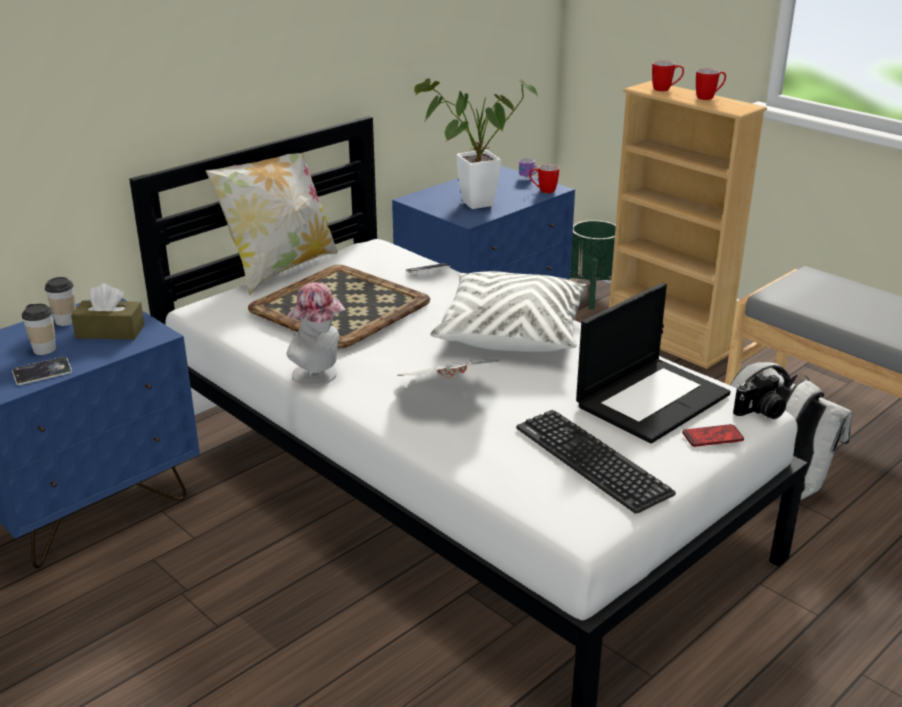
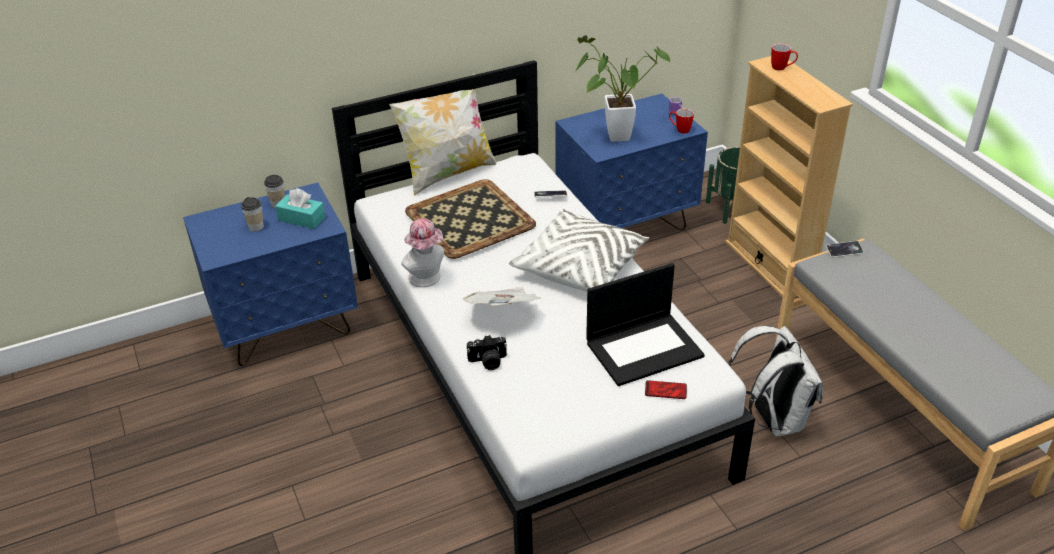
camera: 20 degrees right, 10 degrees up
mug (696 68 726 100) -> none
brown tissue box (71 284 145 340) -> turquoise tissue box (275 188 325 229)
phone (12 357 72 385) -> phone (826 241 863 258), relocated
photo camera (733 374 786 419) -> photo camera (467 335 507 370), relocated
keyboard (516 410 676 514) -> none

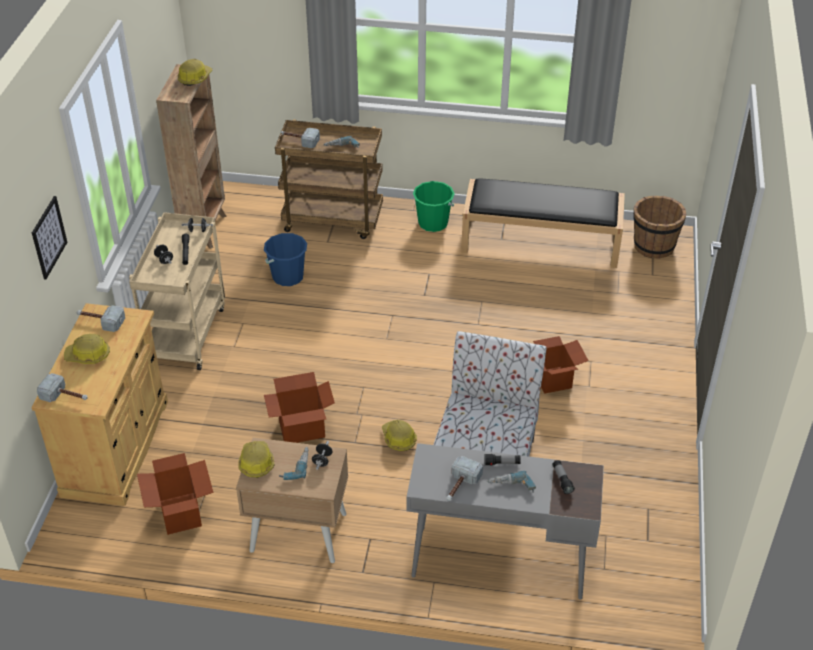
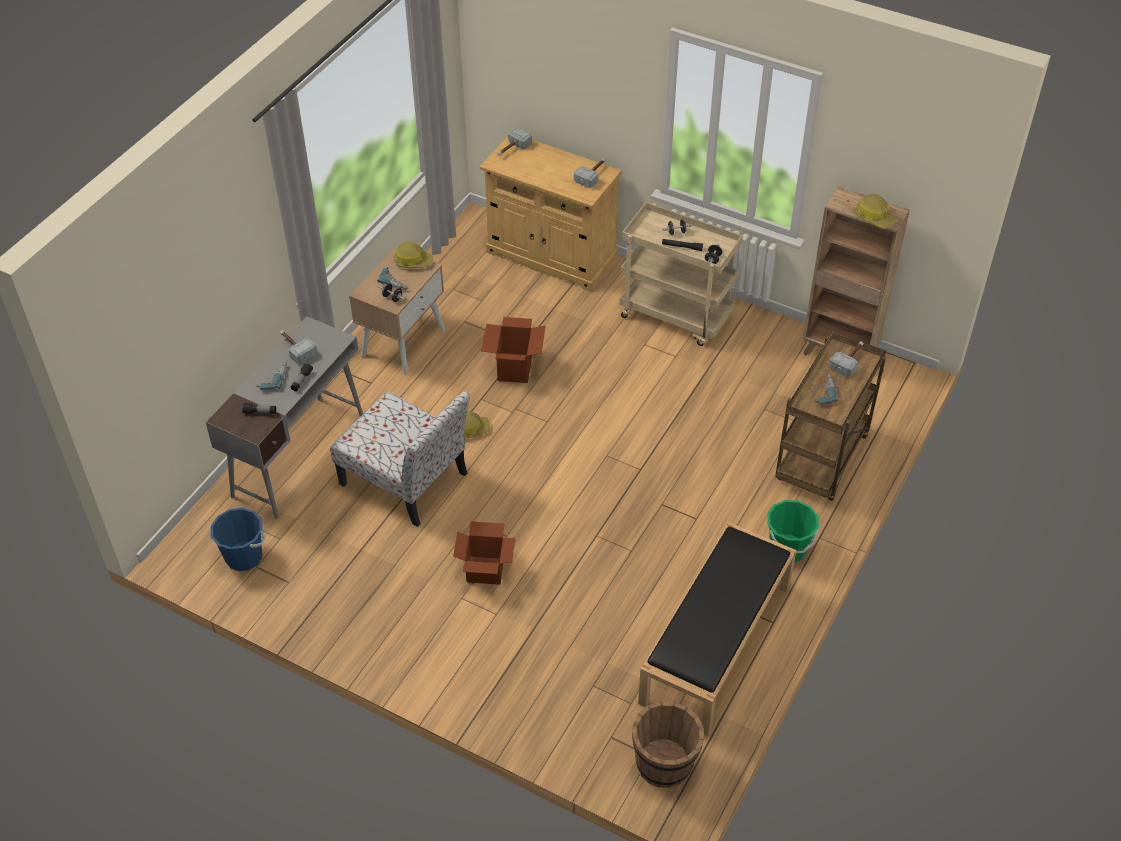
camera: 110 degrees right, 5 degrees up
picture (32 196 67 280) -> none
blue bucket (264 233 307 286) -> blue bucket (210 508 266 571), relocated
hard hat (64 334 110 364) -> none
cardboard box (137 453 214 535) -> none

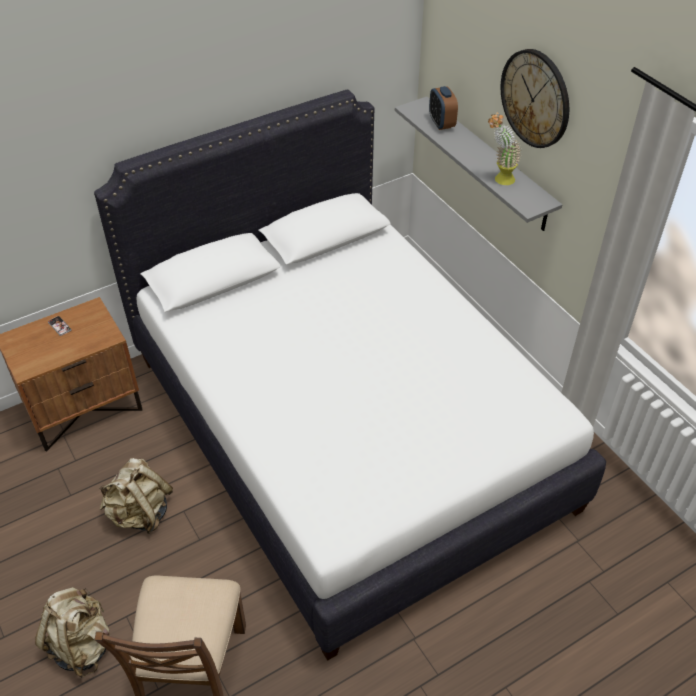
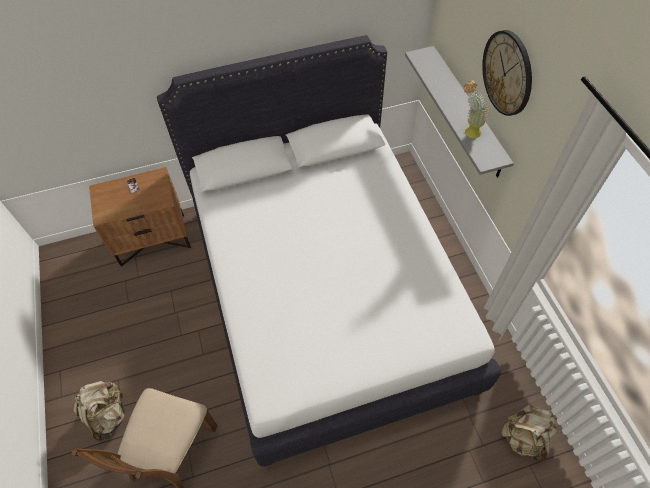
camera: 15 degrees right, 10 degrees up
alarm clock (429 86 458 130) -> none
beige backpack (99 458 173 534) -> beige backpack (501 405 557 462), relocated

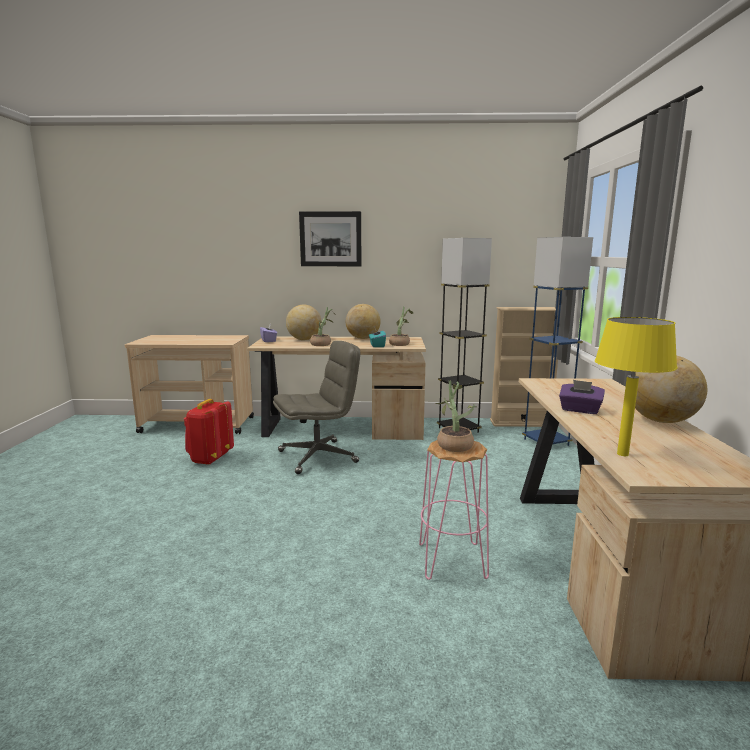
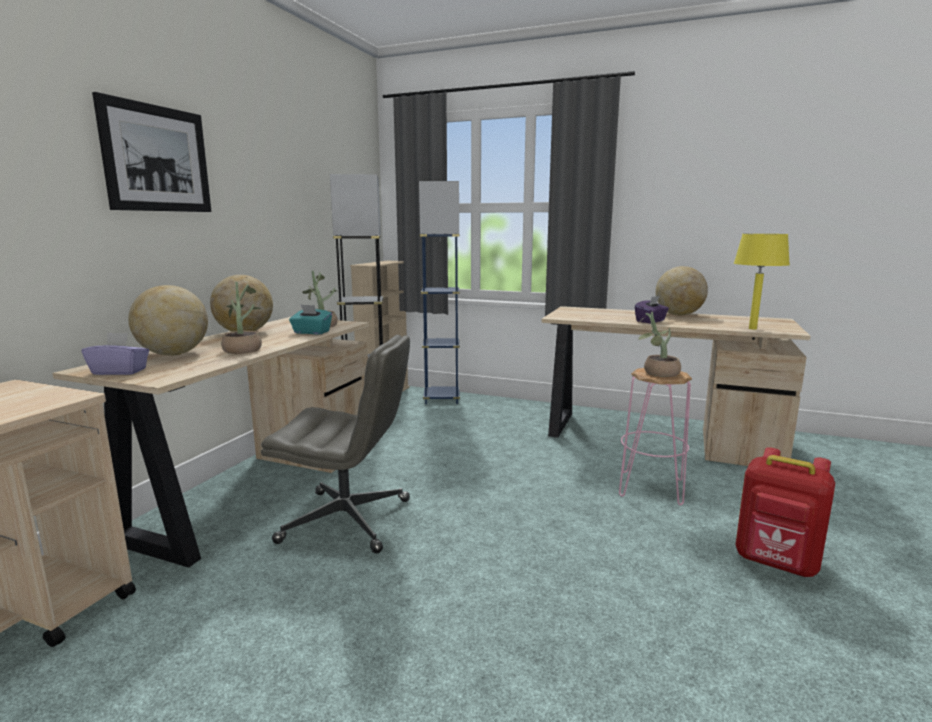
camera: 70 degrees left, 0 degrees up
grey office chair (273 341 360 474) -> grey office chair (261 335 410 553), 105 degrees clockwise
red backpack (184 399 234 465) -> red backpack (735 447 835 577), relocated

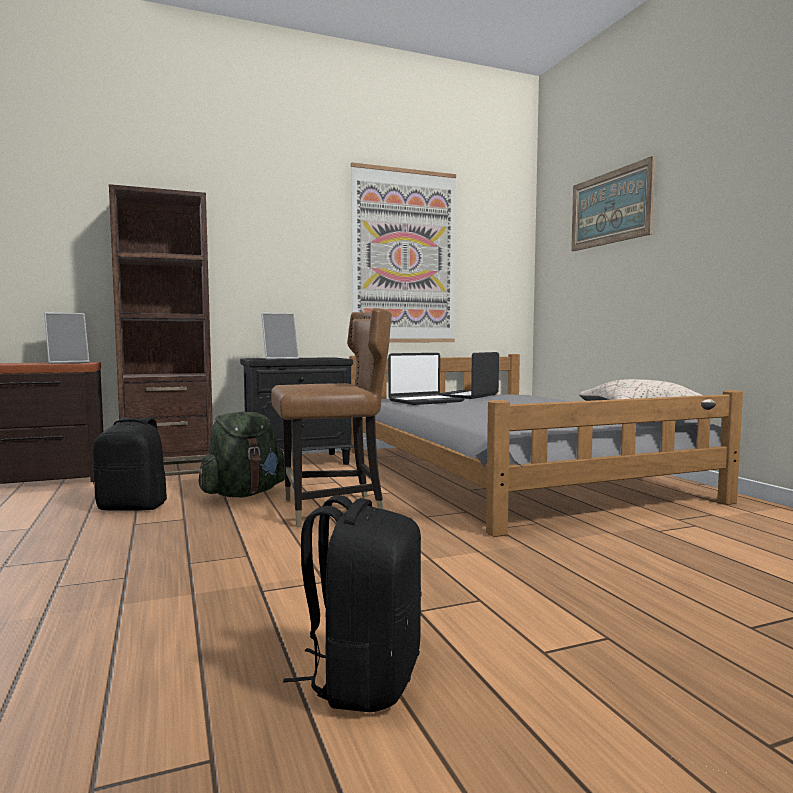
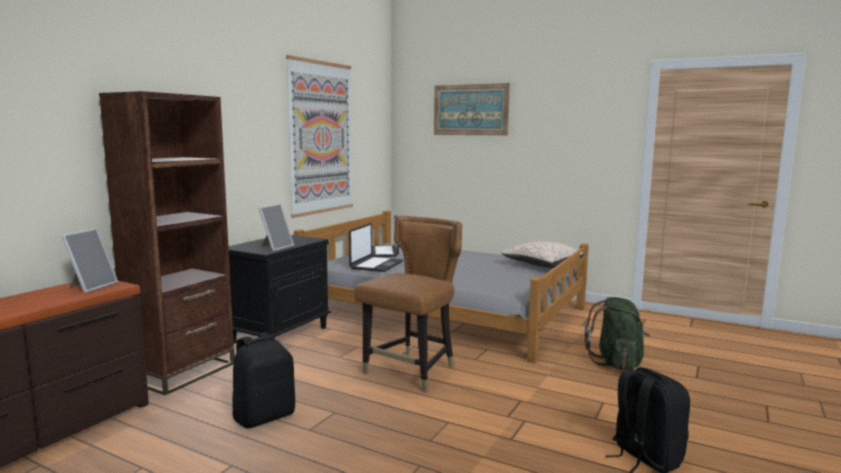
camera: 40 degrees left, 5 degrees up
green backpack (198 412 285 497) -> green backpack (585 297 650 370), relocated

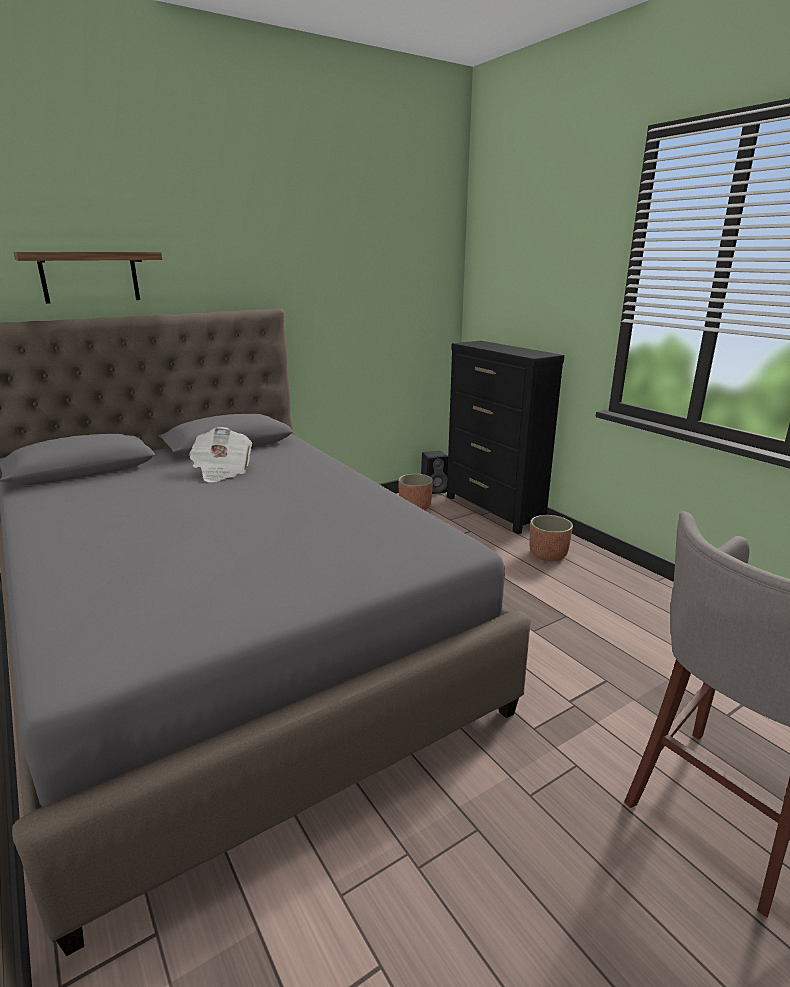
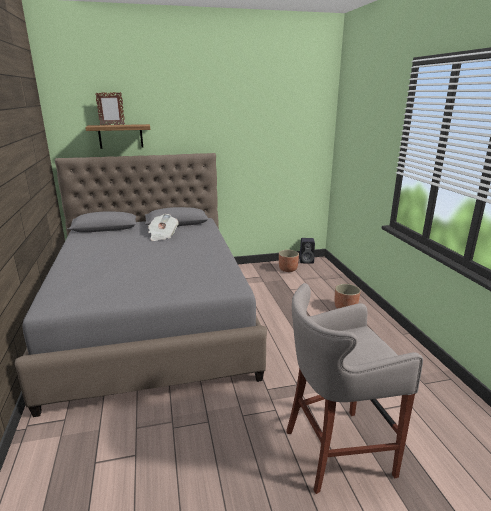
camera: 20 degrees right, 0 degrees up
black dresser (447 341 564 534) -> none
none -> picture frame (95 92 125 125)

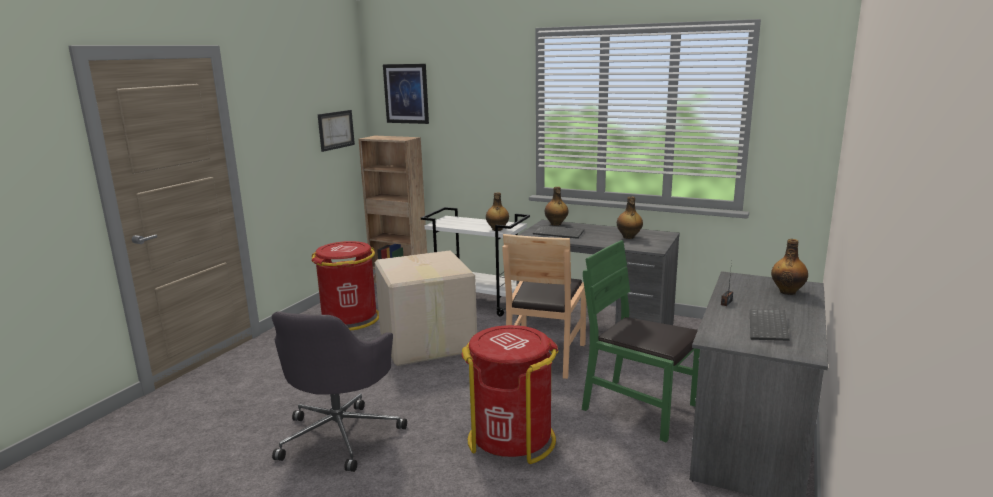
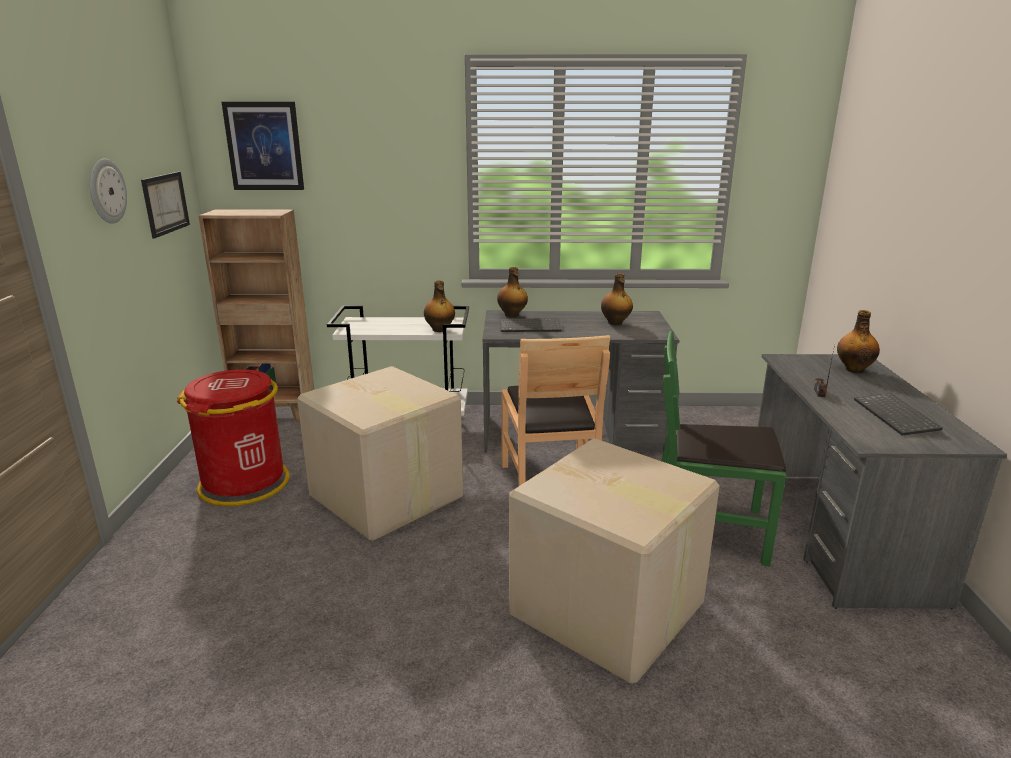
camera: 25 degrees left, 5 degrees up
grey office chair (272 311 407 472) -> none
red trash can (461 325 558 464) -> cardboard box (509 438 720 684)
none -> wall clock (90 159 127 224)

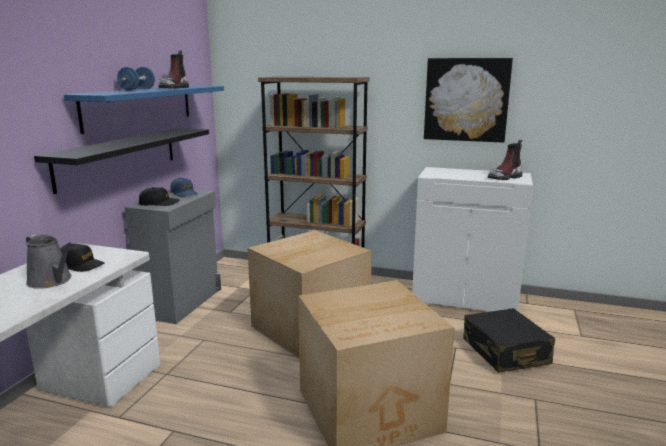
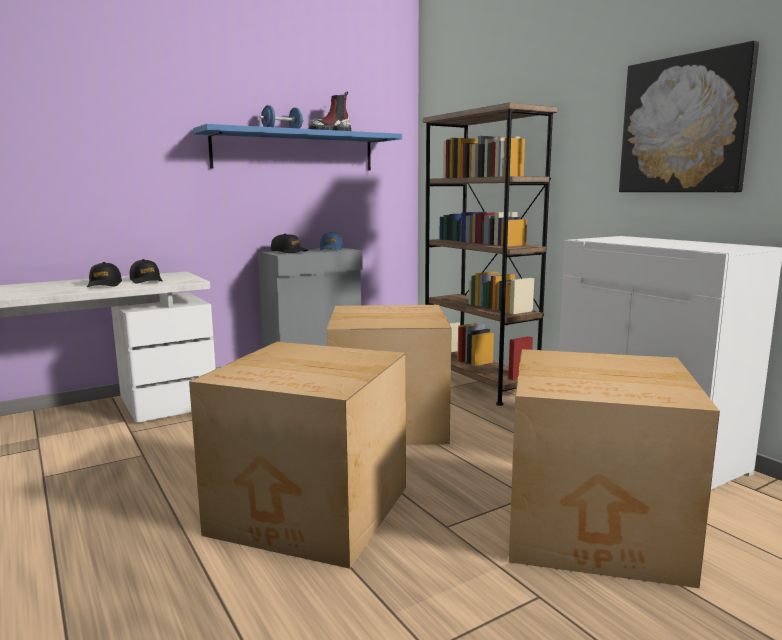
camera: 40 degrees right, 5 degrees down
black shelf (34 128 209 194) -> none
boot (488 140 522 180) -> none
grey watering can (26 234 71 289) -> black cap (87 262 122 287)
black suitcase (463 308 555 373) -> cardboard box (509 349 720 588)

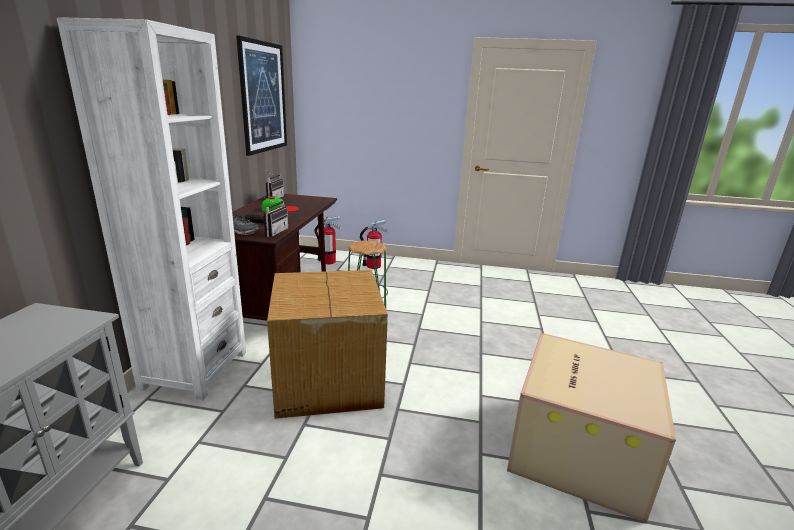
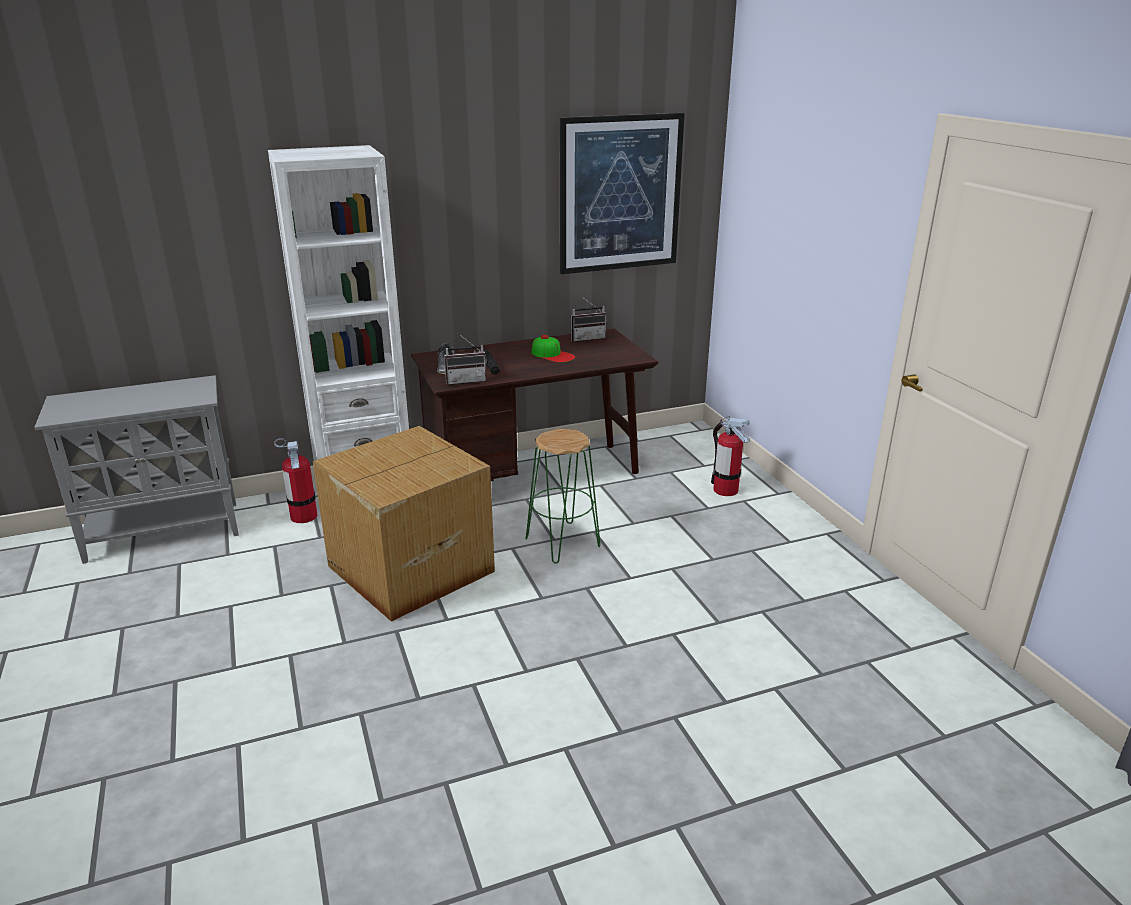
camera: 60 degrees right, 5 degrees up
fire extinguisher (315 216 341 264) -> fire extinguisher (274 438 318 523), relocated
cardboard box (507 333 676 523) -> none

